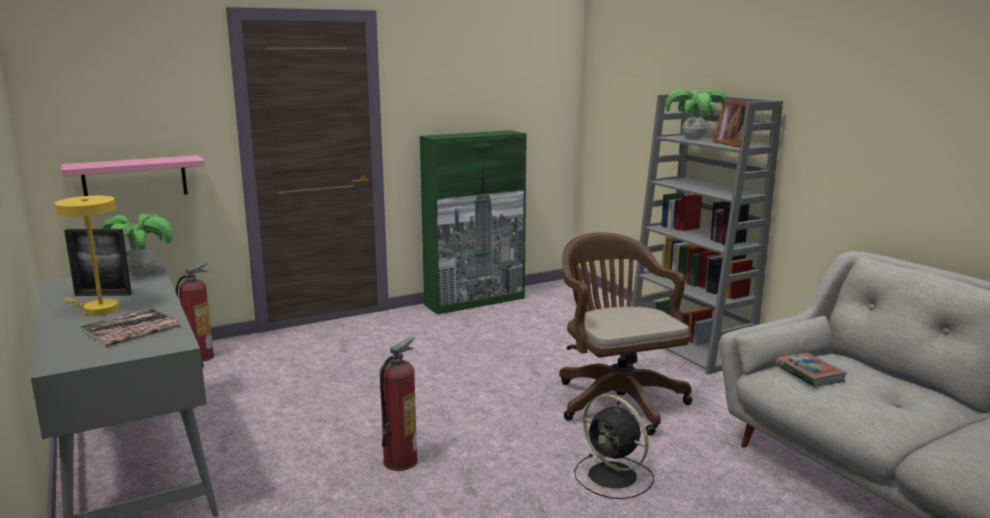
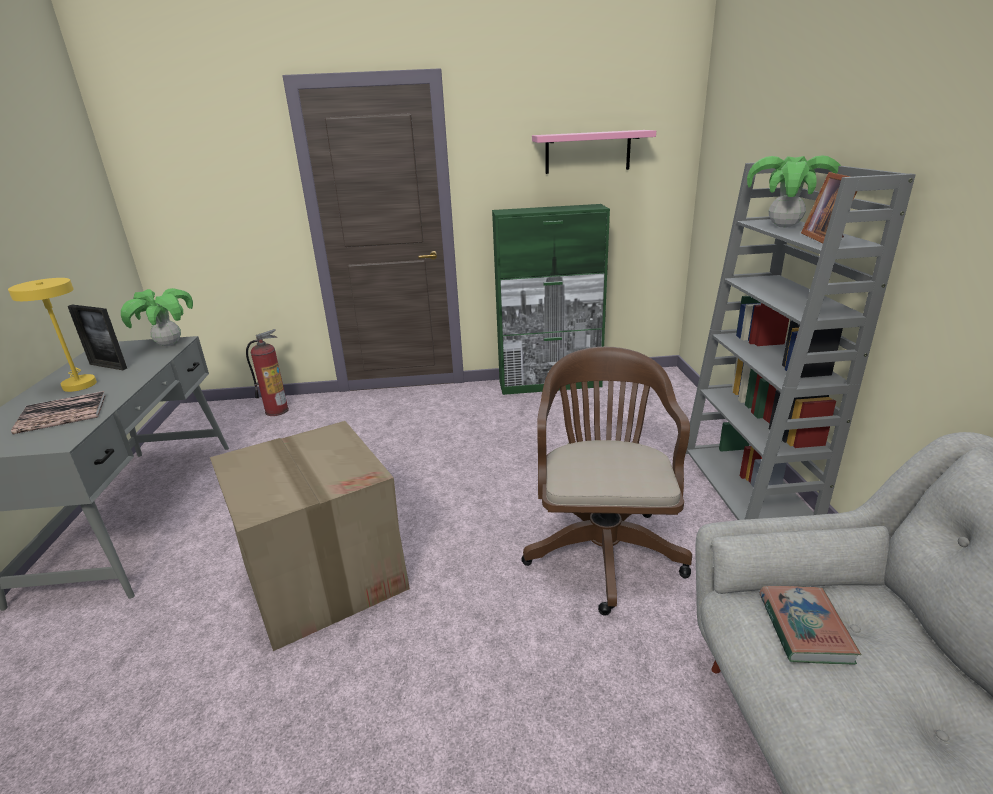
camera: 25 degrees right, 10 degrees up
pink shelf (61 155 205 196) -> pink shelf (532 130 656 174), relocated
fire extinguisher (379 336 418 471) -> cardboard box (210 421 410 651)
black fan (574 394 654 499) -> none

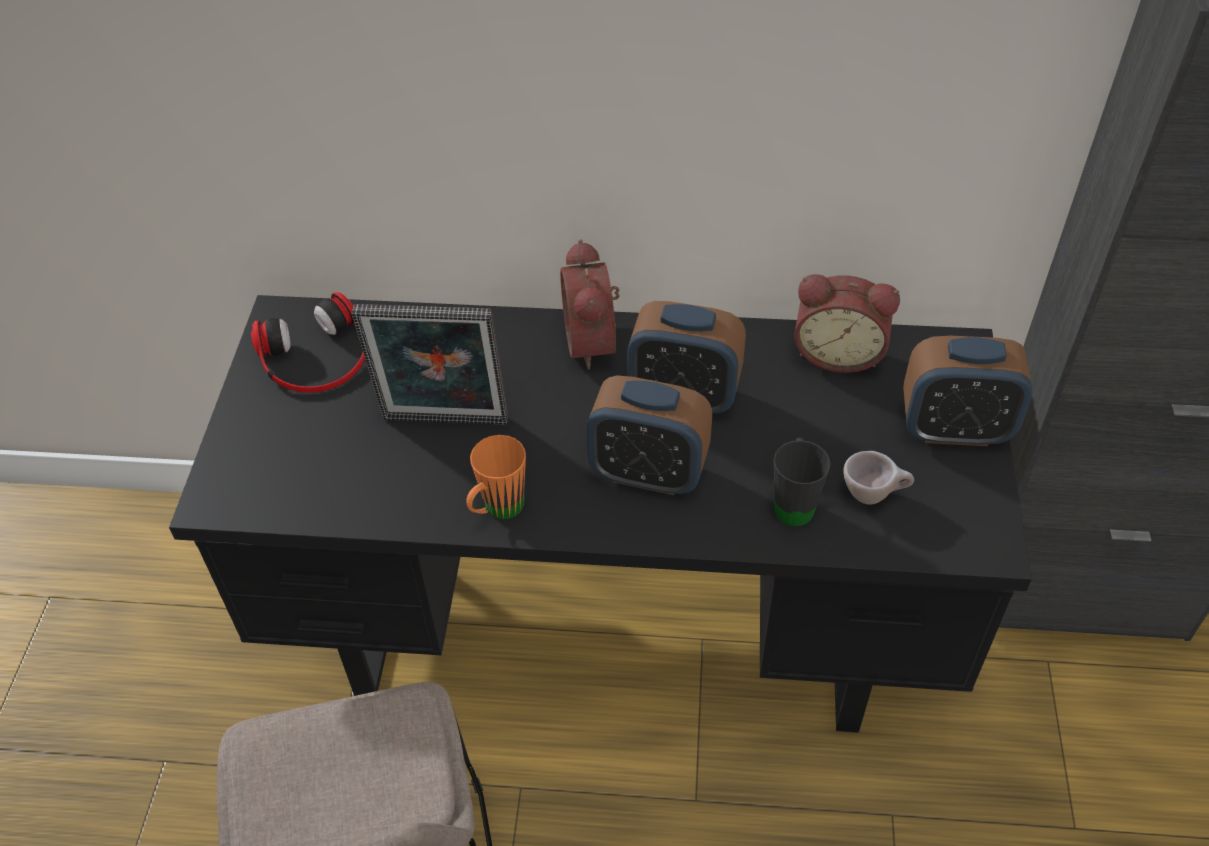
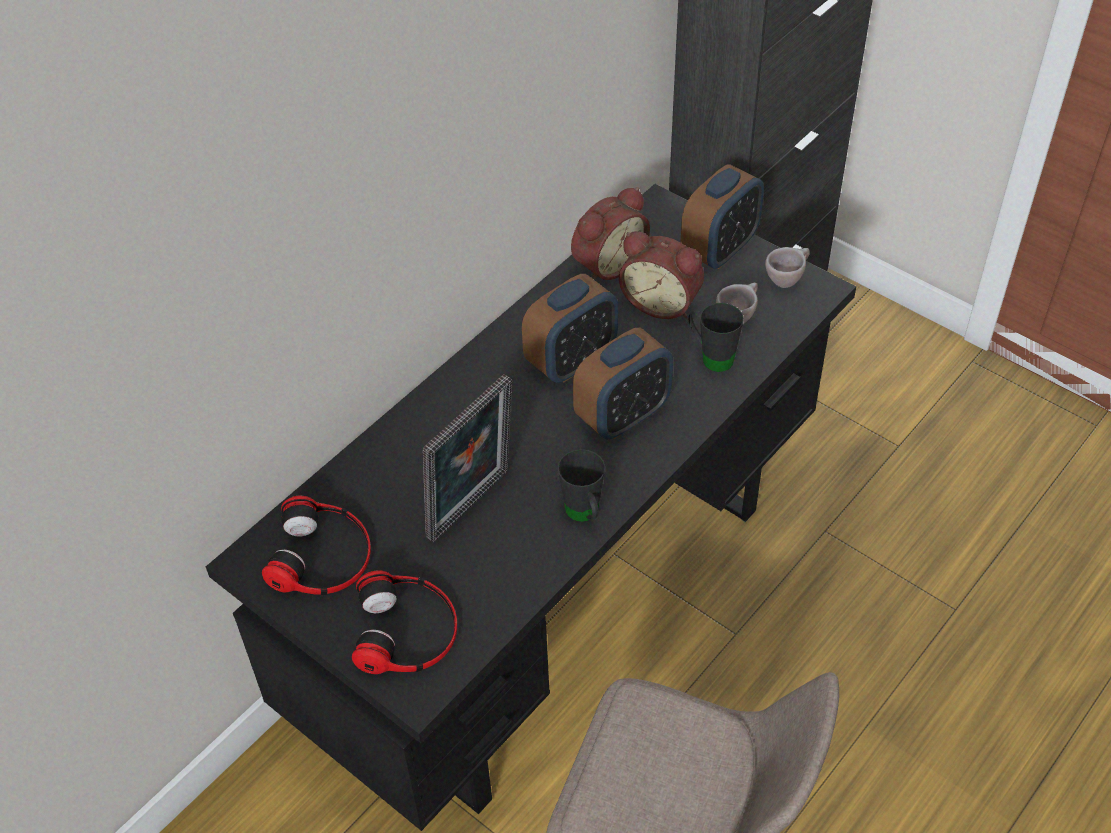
camera: 55 degrees left, 0 degrees up
alarm clock (560 239 620 369) -> alarm clock (619 231 704 319), relocated
orange mug (466 435 526 519) -> black mug (558 449 605 522)
none -> beige cup (765 247 810 288)
none -> headphones (352 570 457 674)

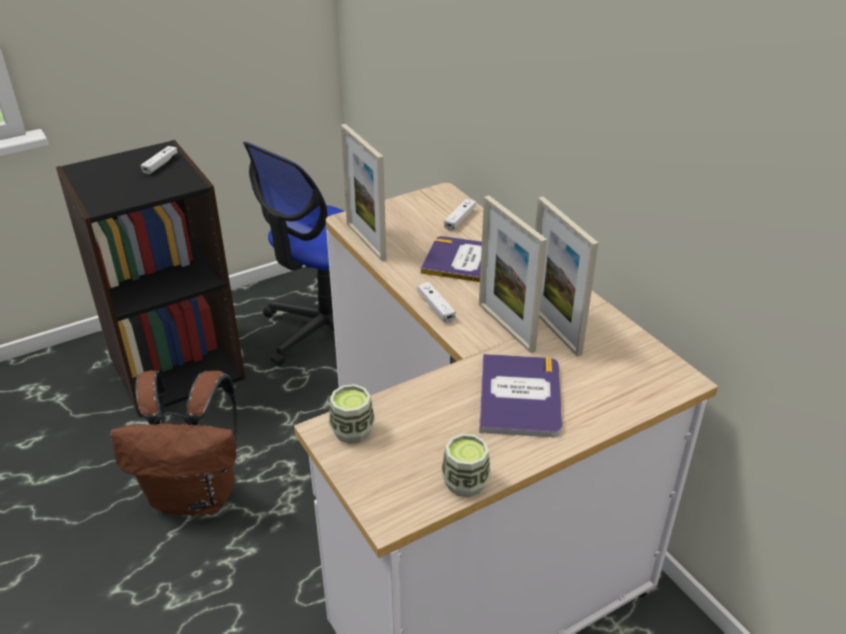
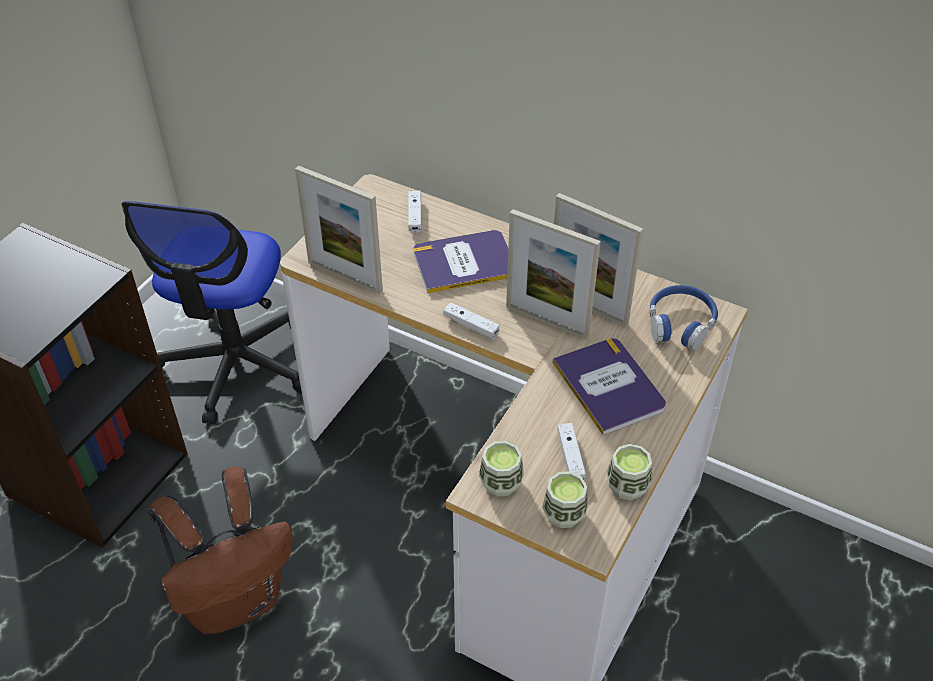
camera: 30 degrees left, 10 degrees up
white game controller (141 146 178 174) -> white game controller (557 423 586 480), relocated
none -> blue headphones (650 285 718 350)
none -> cup (542 471 588 528)

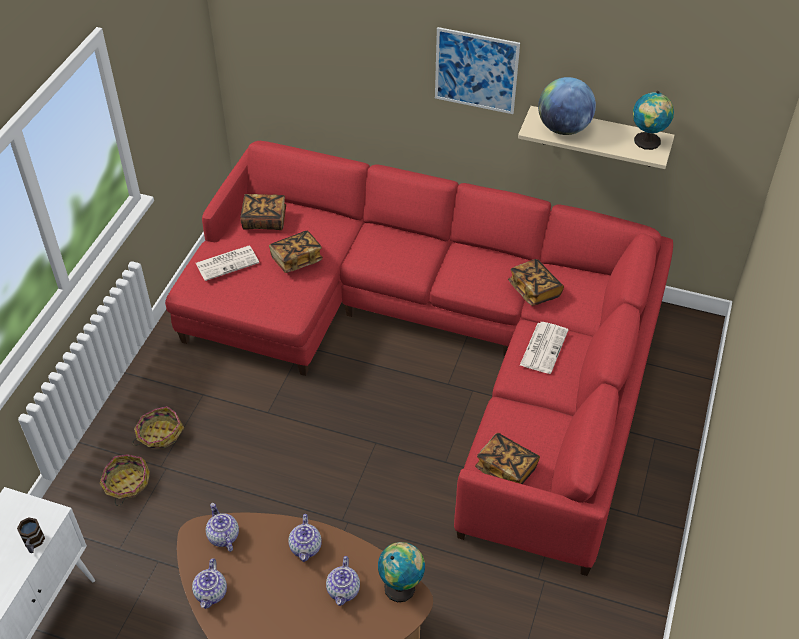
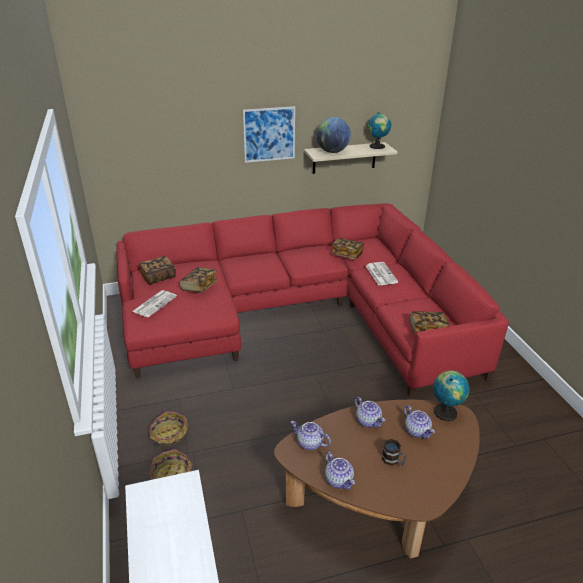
camera: 35 degrees left, 15 degrees down
mug (17 518 45 553) -> mug (382 439 406 466), relocated

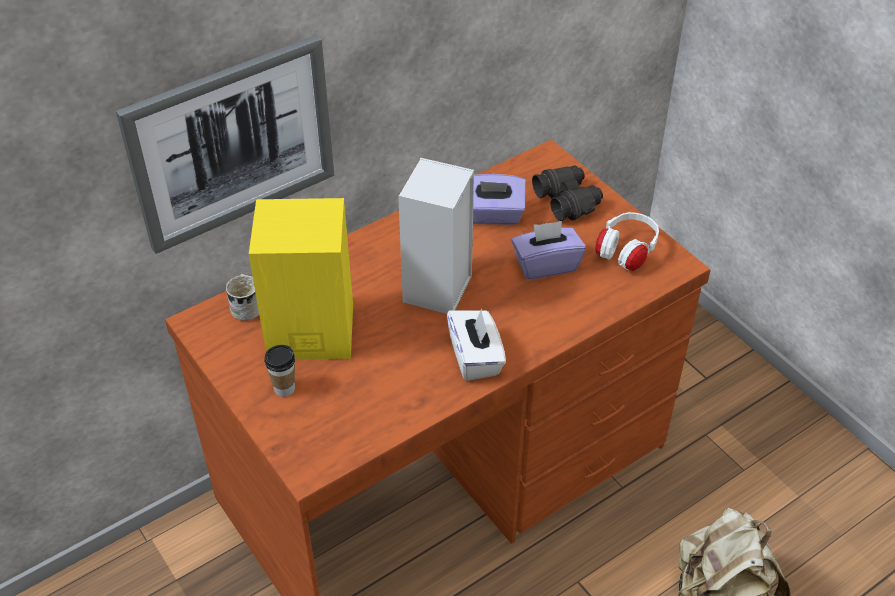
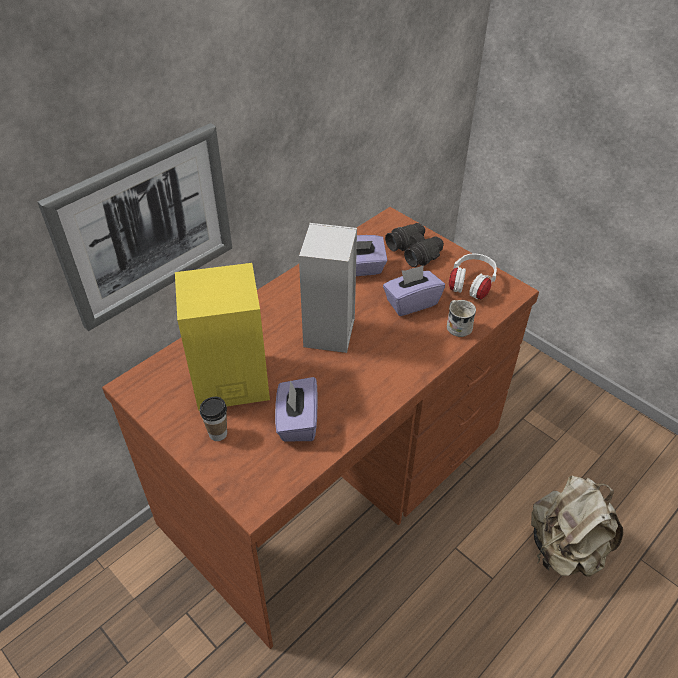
camera: 10 degrees left, 0 degrees up
white mug (226 274 259 321) -> white mug (447 300 476 337), relocated
white tissue box (447 309 506 381) -> none
none -> purple tissue box (275 377 317 442)

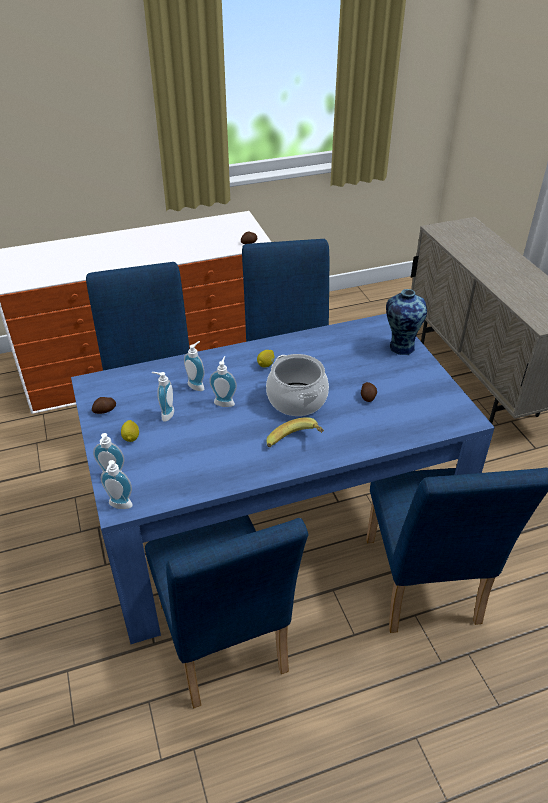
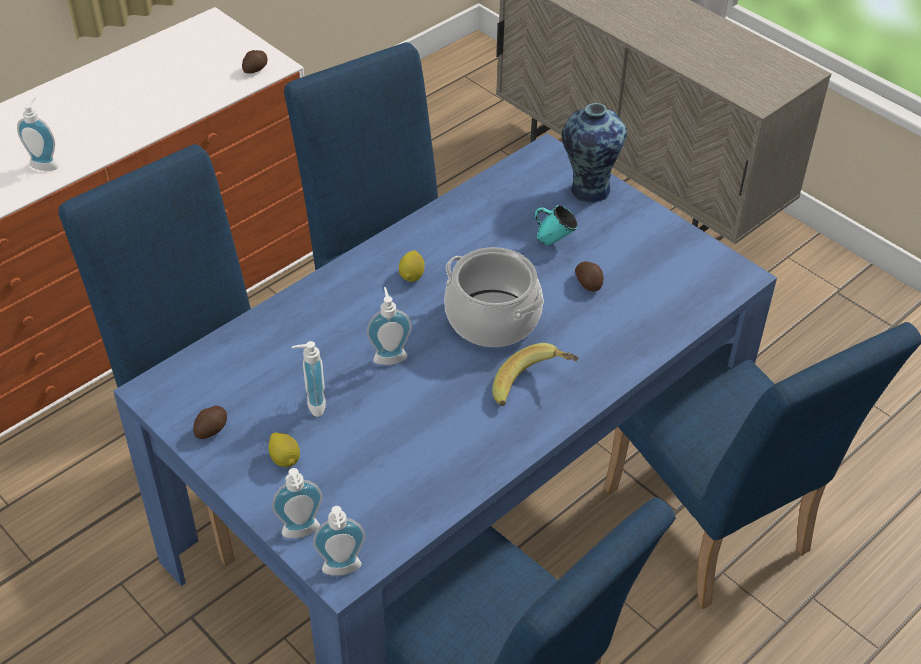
camera: 25 degrees left, 5 degrees up
soap dispenser (184 341 205 391) -> soap dispenser (17 97 58 171), relocated
none -> turquoise mug (535 205 578 246)

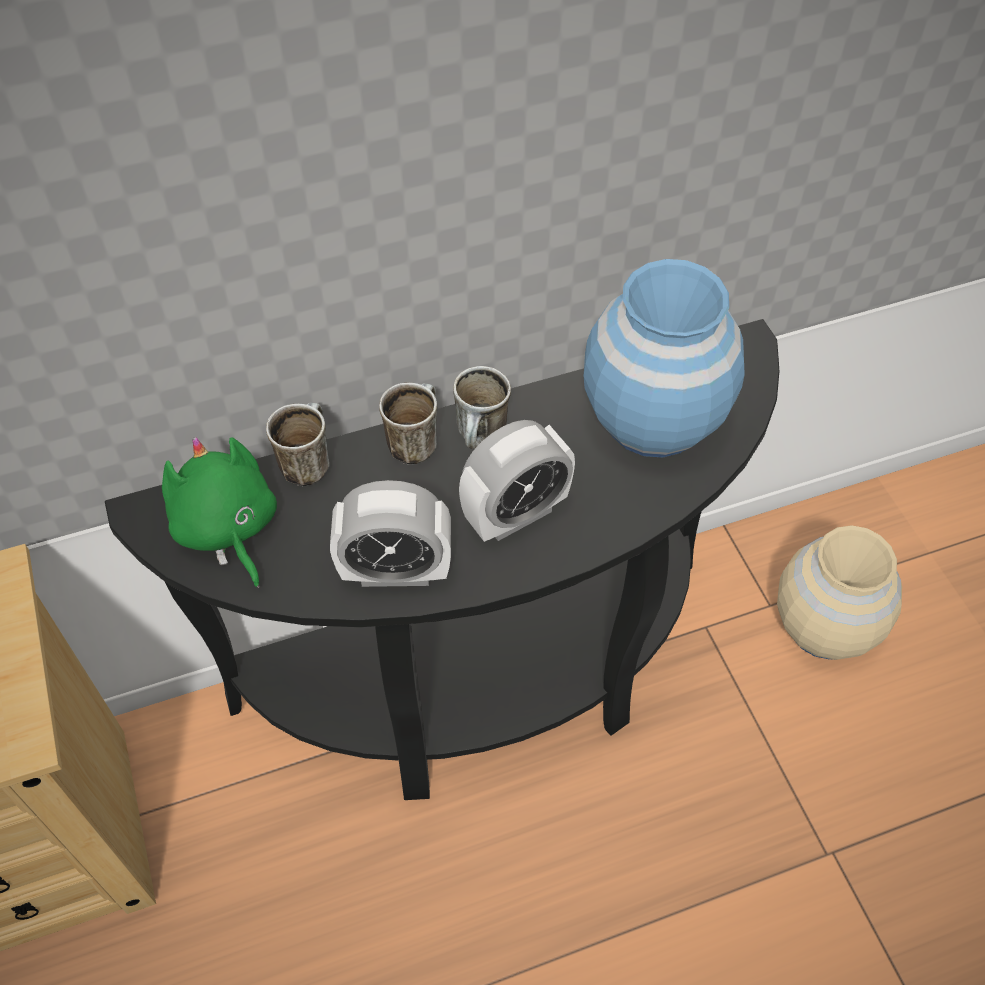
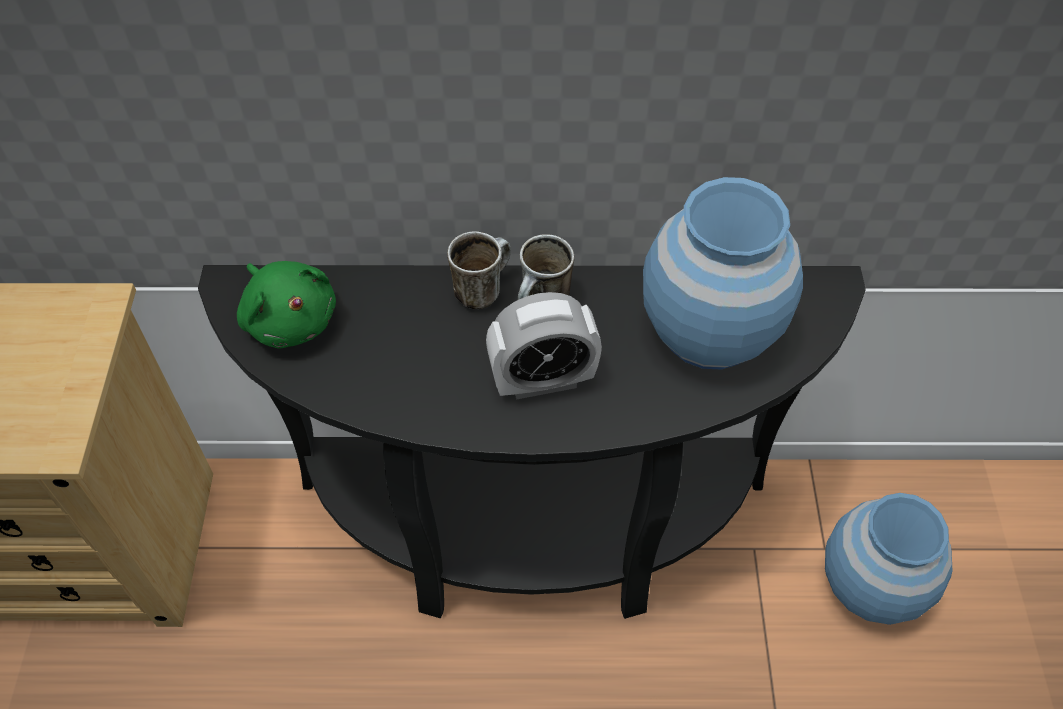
camera: 20 degrees right, 0 degrees up
mug (266 402 329 486) -> none
green plush toy (162 437 277 588) -> green plush toy (237 261 336 349), 150 degrees clockwise
alarm clock (330 480 451 587) -> none
beige vase (777 525 902 660) -> blue vase (825 493 953 625)

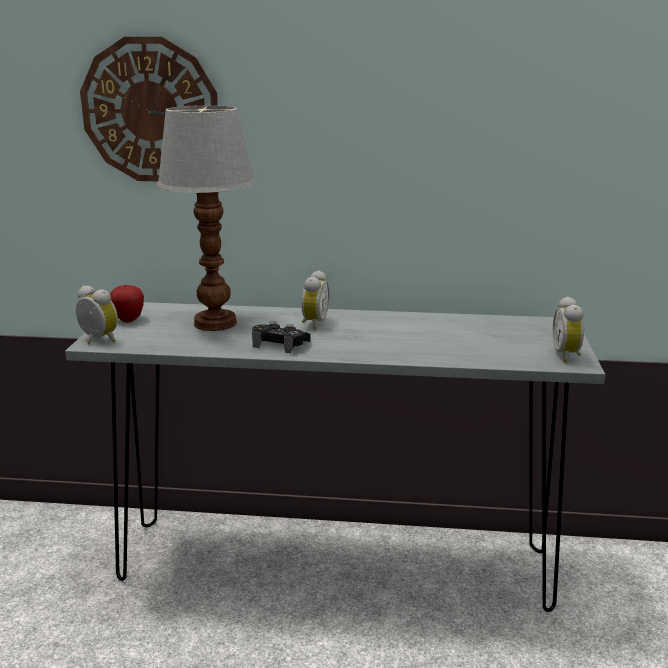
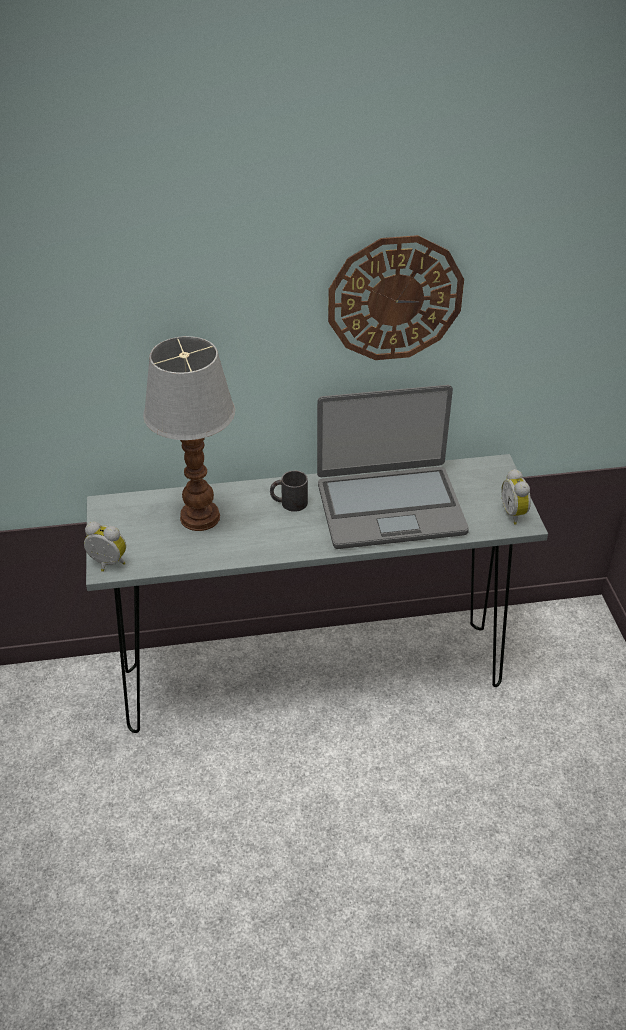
camera: 15 degrees left, 20 degrees up
wall clock (80 37 218 181) -> wall clock (328 235 464 360), relocated
alarm clock (302 270 329 330) -> black mug (270 471 308 512)
apple (110 285 144 322) -> none
black game controller (252 321 311 353) -> none
none -> laptop (317 385 469 549)

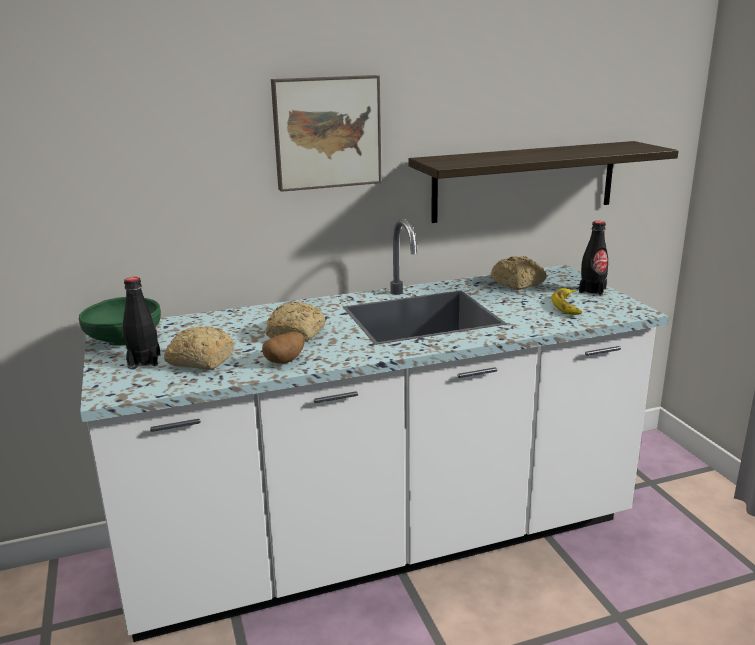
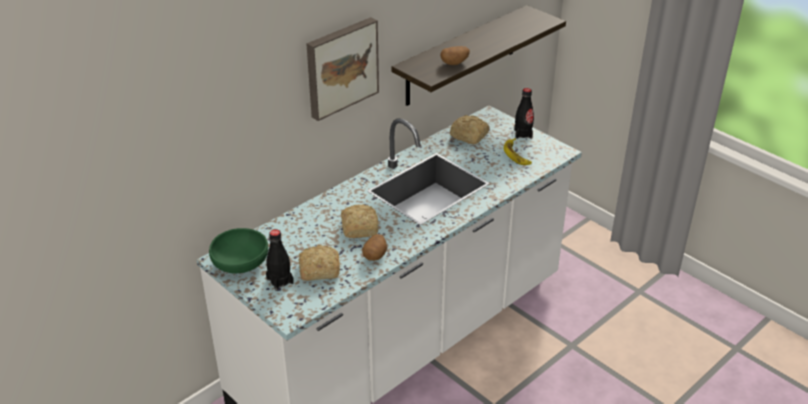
camera: 25 degrees left, 15 degrees up
none -> potato (440 46 470 65)

